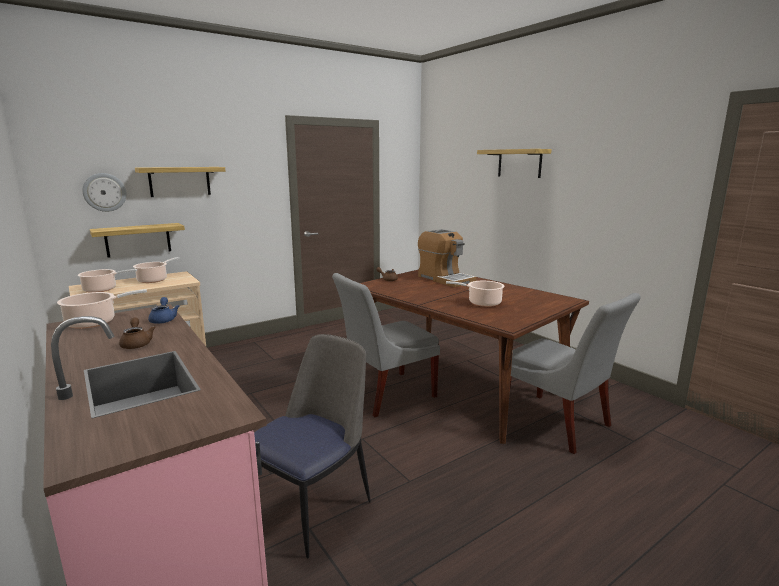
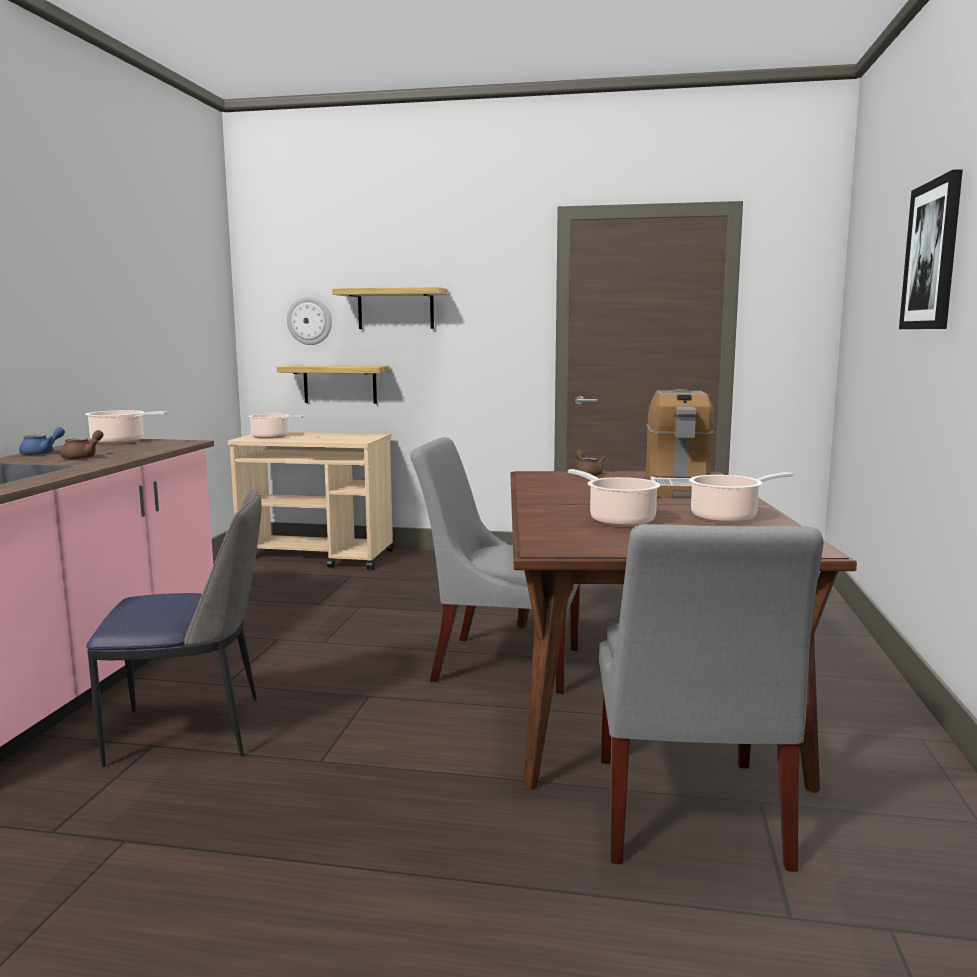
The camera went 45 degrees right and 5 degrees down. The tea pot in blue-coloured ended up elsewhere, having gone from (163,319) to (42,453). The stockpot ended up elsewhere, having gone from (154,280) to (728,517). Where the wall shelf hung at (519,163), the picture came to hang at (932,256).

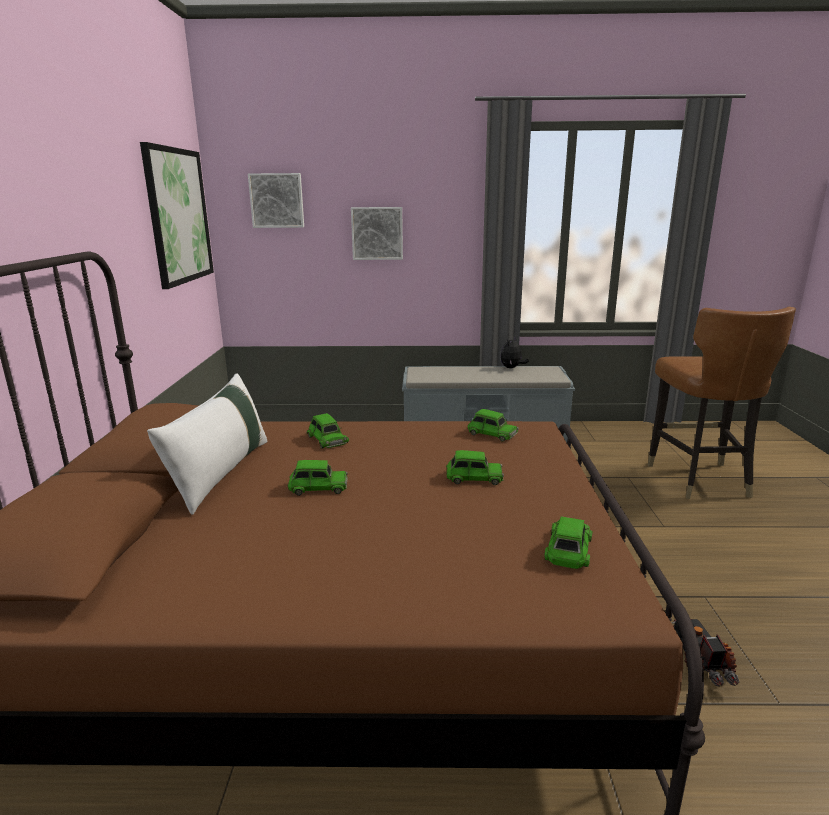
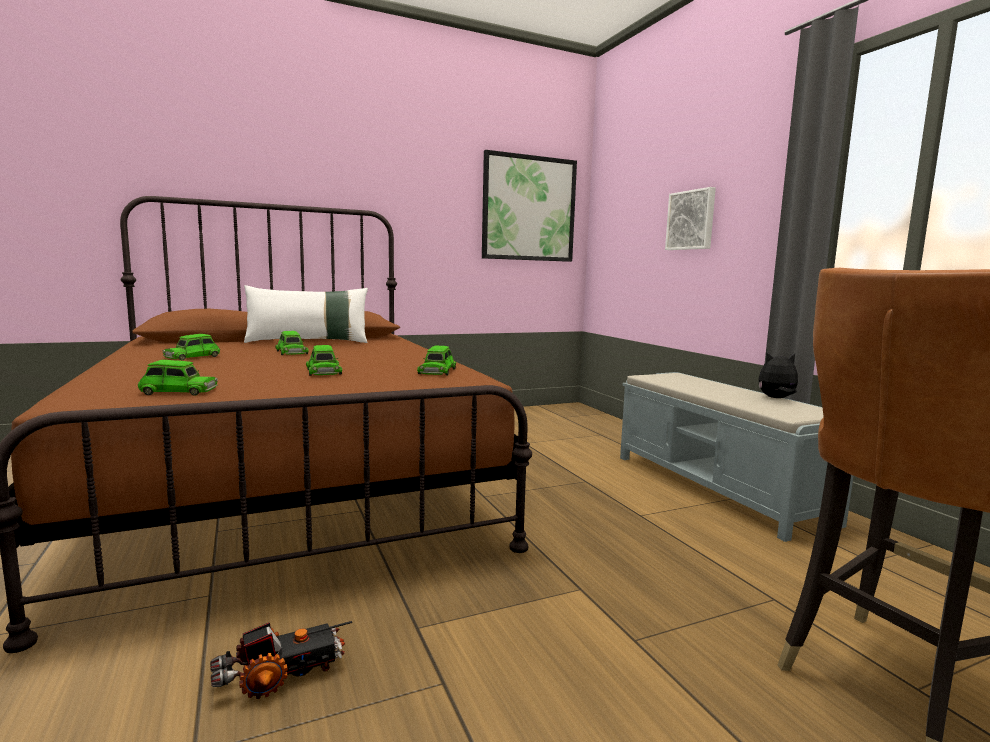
The camera went 65 degrees right and 10 degrees down. The toy car in greenish ended up elsewhere, having gone from (327,439) to (193,357). The second view lost the picture at (277,200).

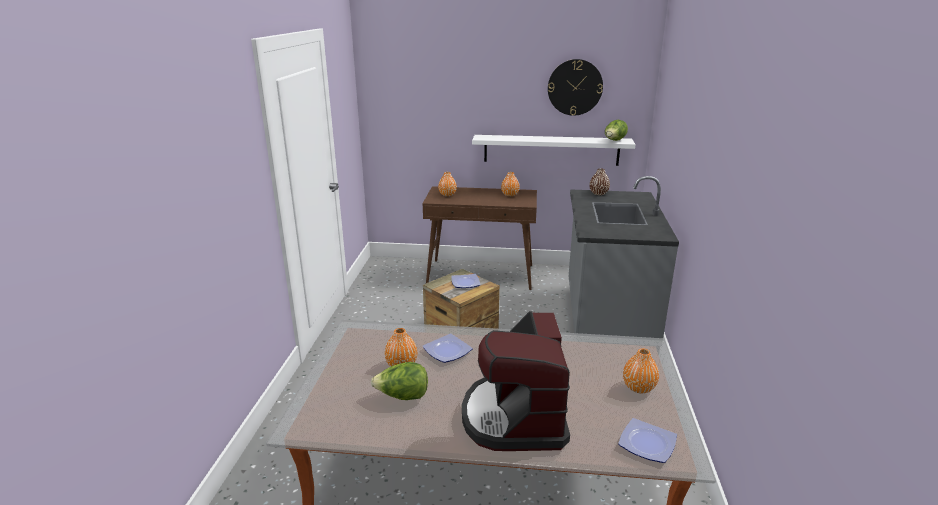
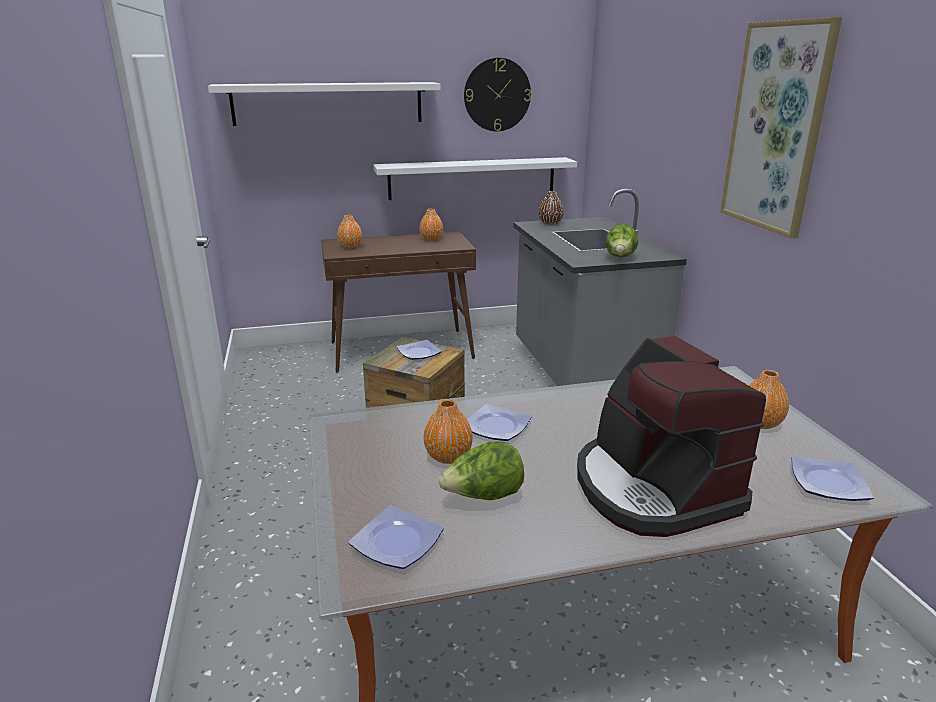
The camera went 20 degrees left and 0 degrees up. The second view gained the wall shelf in white at (328,103). The second view gained the flat dish at (395,542). The head of lettuce ended up elsewhere, having gone from (614,141) to (620,258). The second view gained the picture at (776,128).

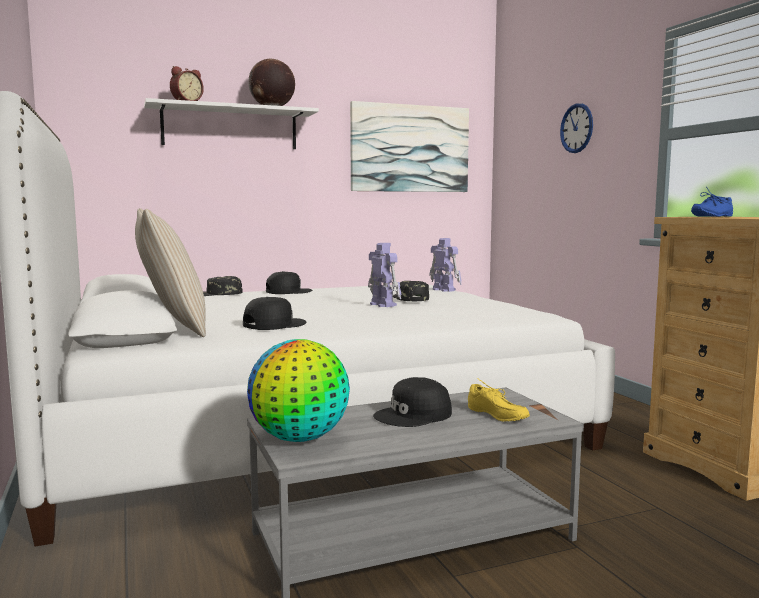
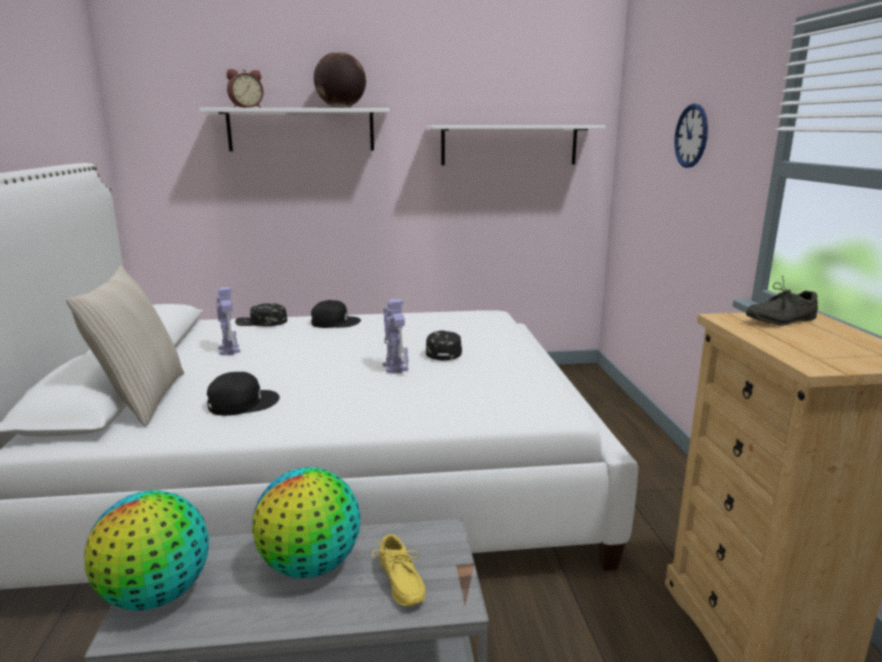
The camera went 15 degrees right and 10 degrees up. The toy robot ended up elsewhere, having gone from (443,290) to (229,349). Where the peaked cap in black-coloured stood at (414,415), the world globe came to stand at (311,565). Where the picture hung at (410,148), the wall shelf in white came to hang at (509,145). What was the low shoe in blue-coloured at (710,216) turned into the low shoe in gray at (778,319).

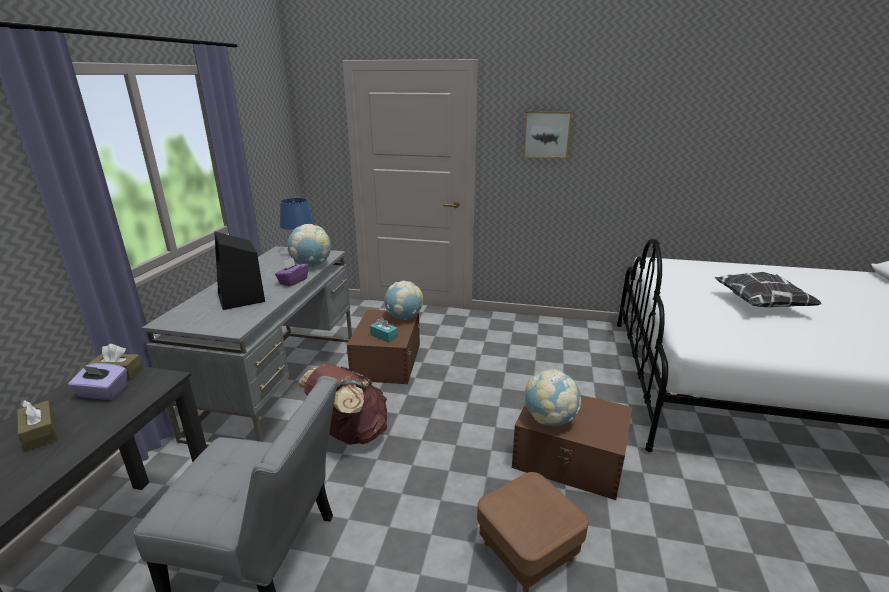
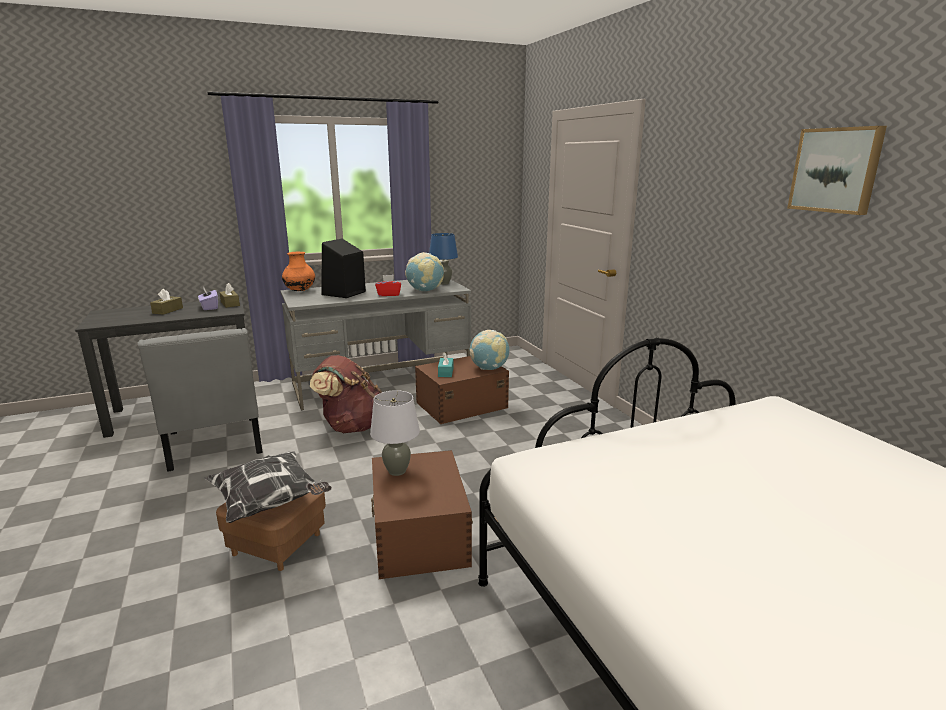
The camera went 55 degrees right and 5 degrees down. The throw pillow ended up elsewhere, having gone from (760,304) to (270,503). The second view gained the flower vase in orange at (300,291). Where the world globe stood at (550,419), the table lamp in gray came to stand at (396,471). What was the box of tissues in purplish at (293,281) turned into the box of tissues in red at (389,294). The picture ended up elsewhere, having gone from (546,134) to (836,170).

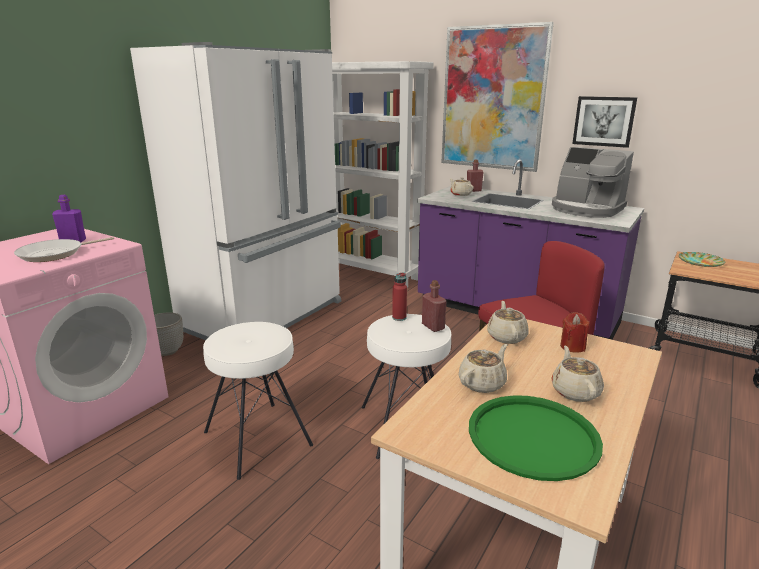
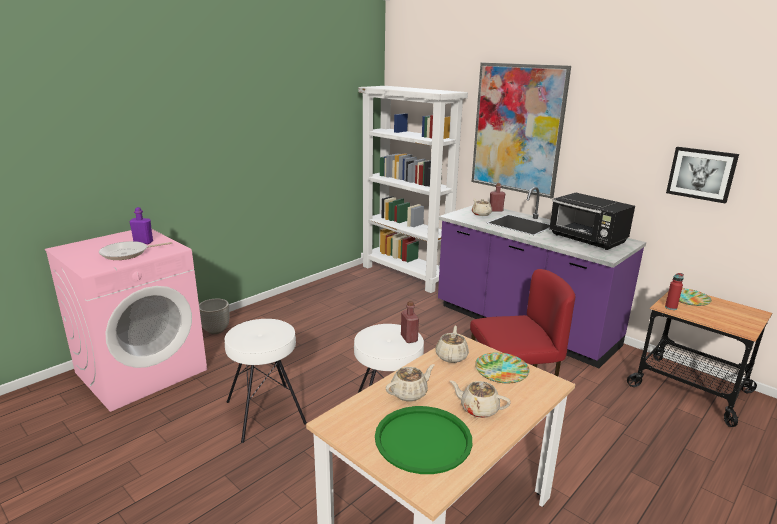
The camera went 10 degrees right and 0 degrees up. The tea pot in beige-coloured at (575,391) ended up facing another way, 75 degrees counterclockwise from before. Where the wax candle in red stood at (572,347), the flat dish came to stand at (501,371). Where the coffee machine stood at (586,209), the microwave oven in black-coloured came to stand at (587,240). The bottle in red ended up elsewhere, having gone from (399,318) to (670,307). The picture ended up elsewhere, having gone from (604,121) to (701,174). The second view lost the kitchen fridge in white at (266,316).

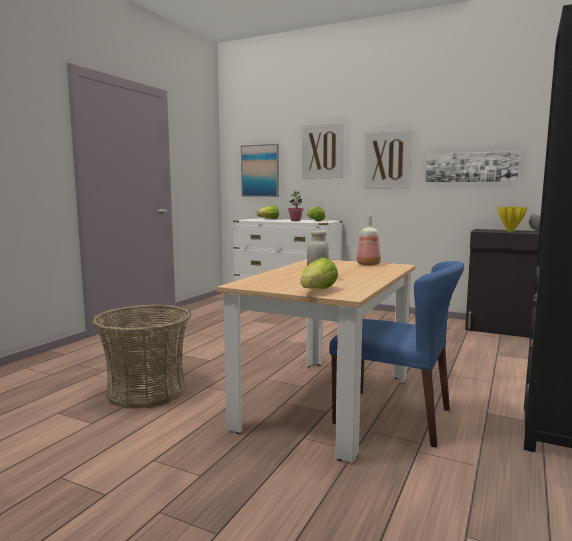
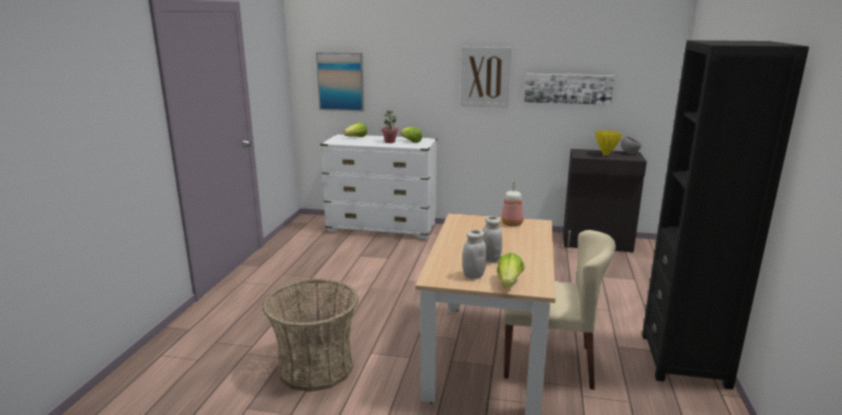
The camera went 15 degrees left and 10 degrees up. The second view gained the jar in white at (473,275). What was the plain chair in blue-coloured at (394,416) turned into the plain chair in beige-coloured at (549,362). The second view lost the picture at (322,151).

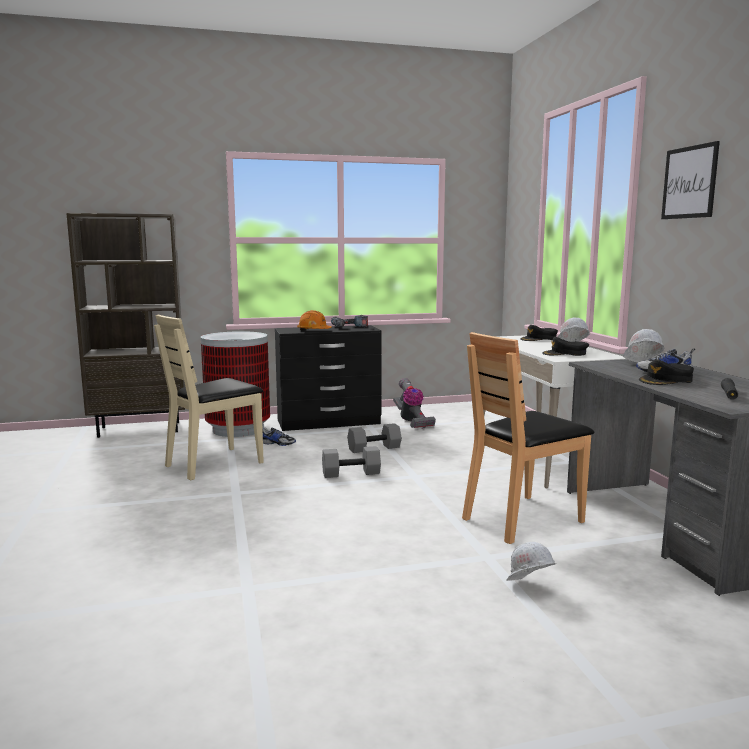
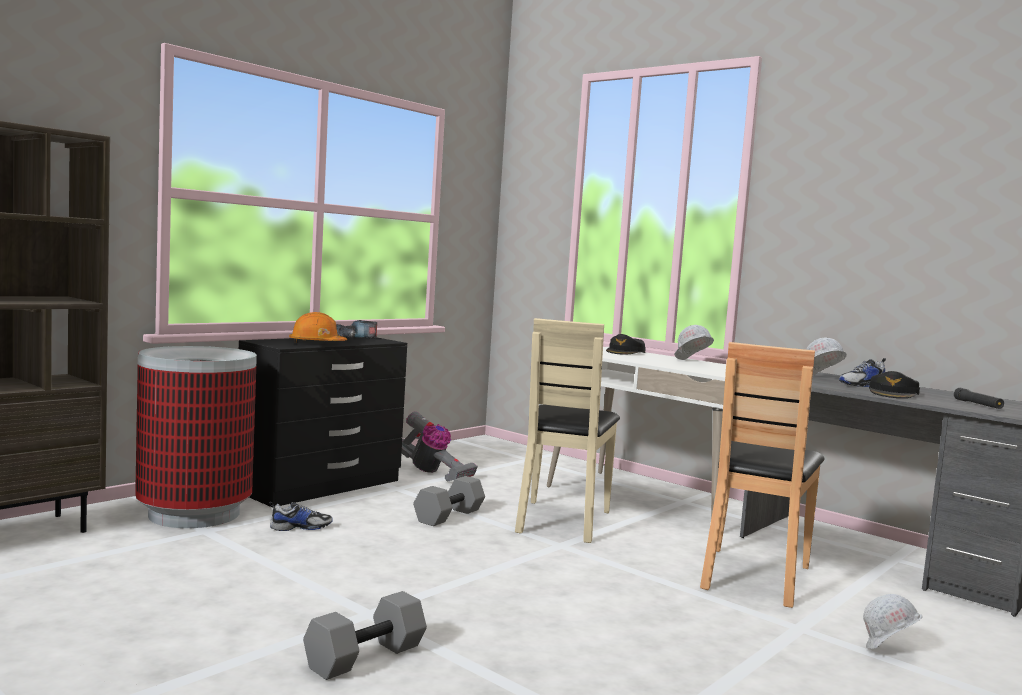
The camera went 35 degrees left and 5 degrees down. The free weight in gray ended up elsewhere, having gone from (351,473) to (365,656). The plain chair in beige-coloured ended up elsewhere, having gone from (215,463) to (562,521). The second view lost the peaked cap in black-coloured at (565,354). The second view lost the picture at (689,182).

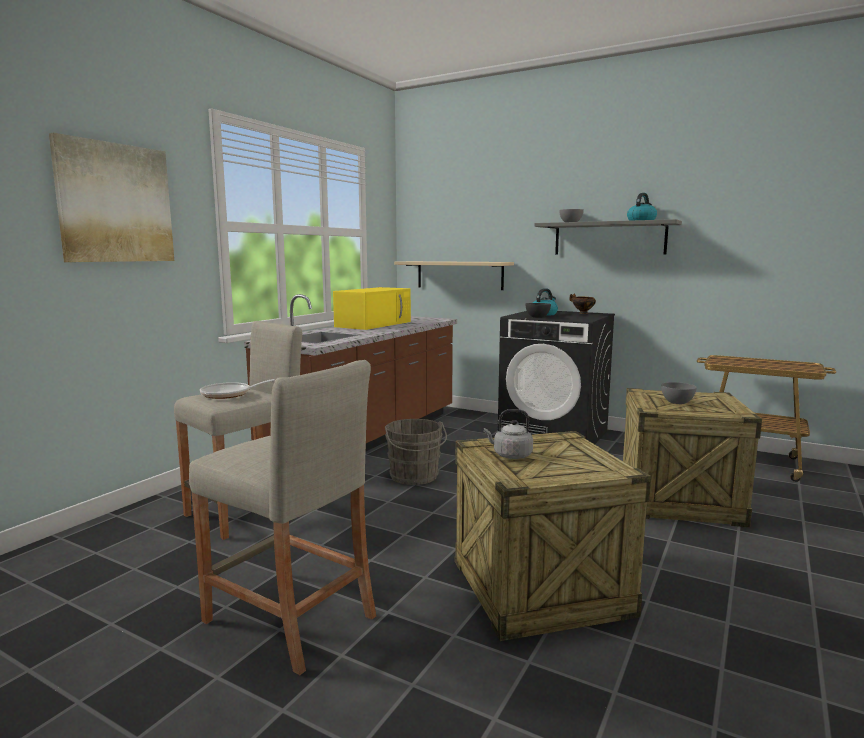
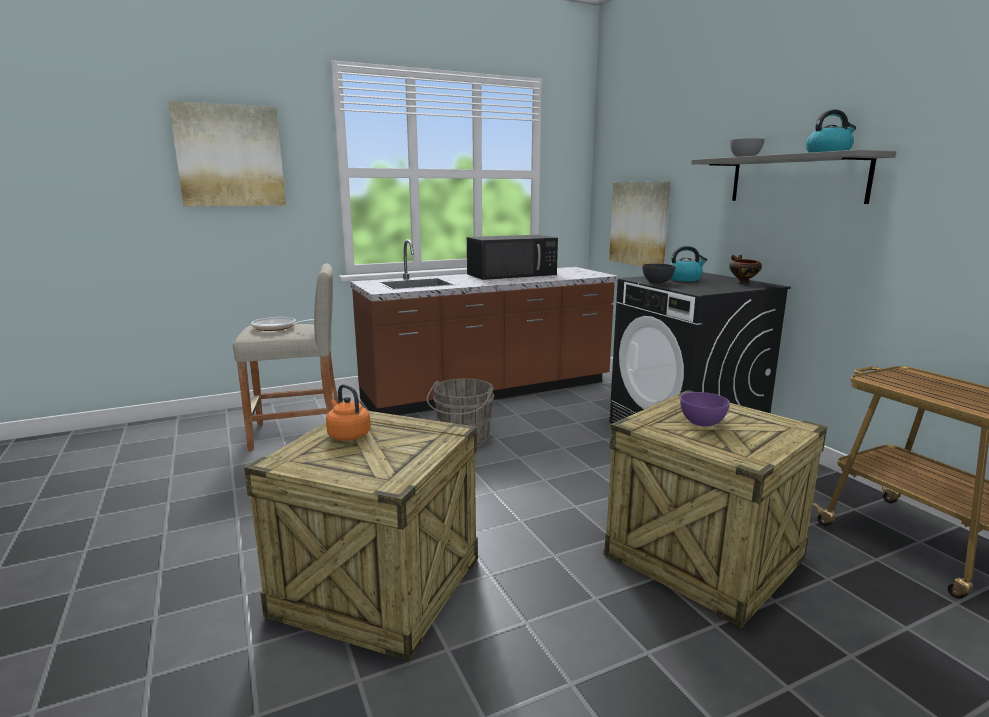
The camera went 35 degrees right and 5 degrees up. What was the tea kettle in gray at (510,455) turned into the tea kettle in orange at (347,435). What was the microwave oven in yellowish at (374,324) turned into the microwave oven in black-coloured at (512,274). Where the wall shelf in beige-coloured hung at (459,275), the picture came to hang at (639,223). What was the bowl in gray at (677,402) turned into the bowl in purplish at (702,423). The second view lost the sitting stool in beige-coloured at (289,618).

